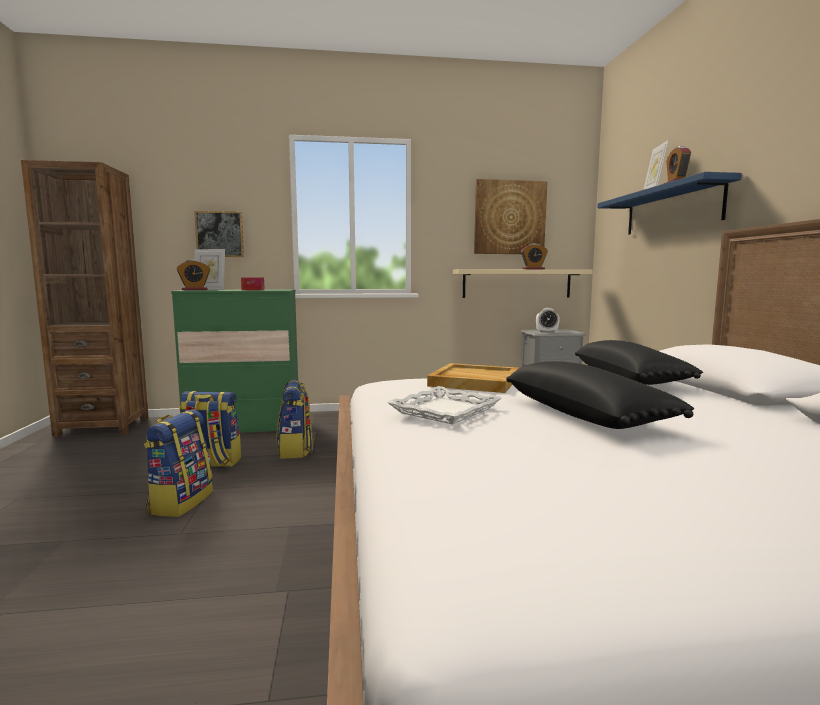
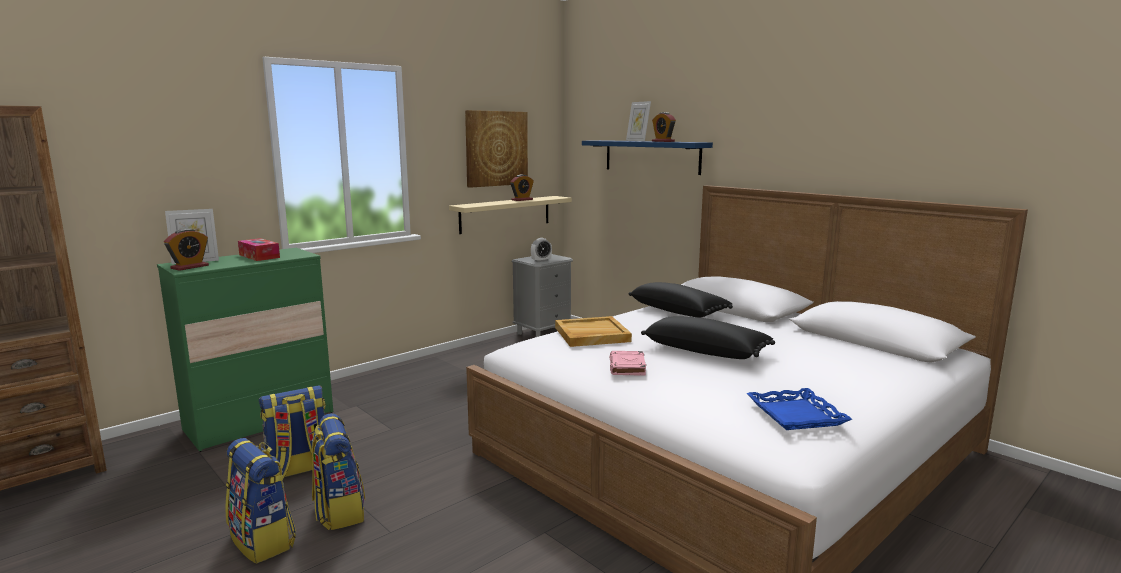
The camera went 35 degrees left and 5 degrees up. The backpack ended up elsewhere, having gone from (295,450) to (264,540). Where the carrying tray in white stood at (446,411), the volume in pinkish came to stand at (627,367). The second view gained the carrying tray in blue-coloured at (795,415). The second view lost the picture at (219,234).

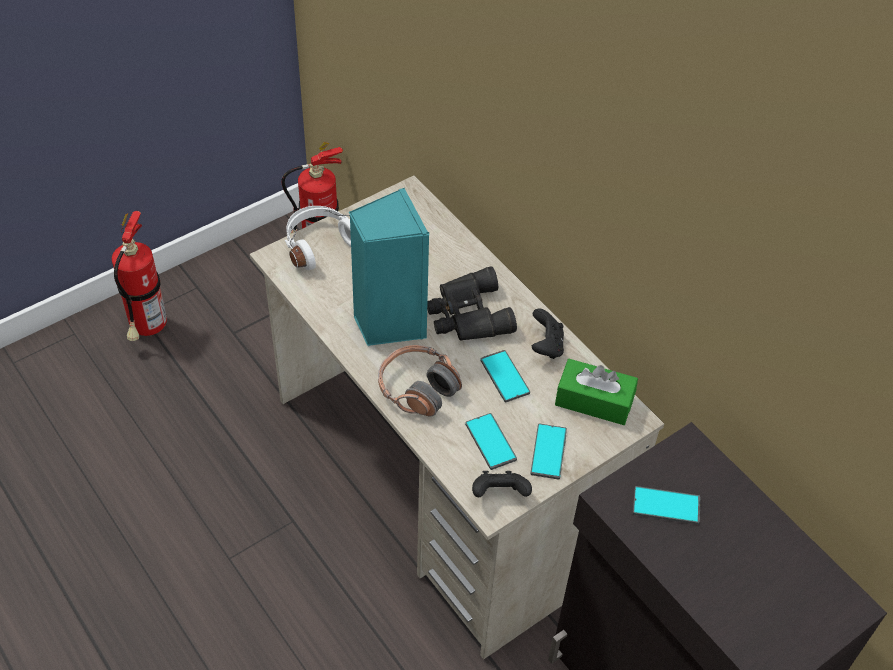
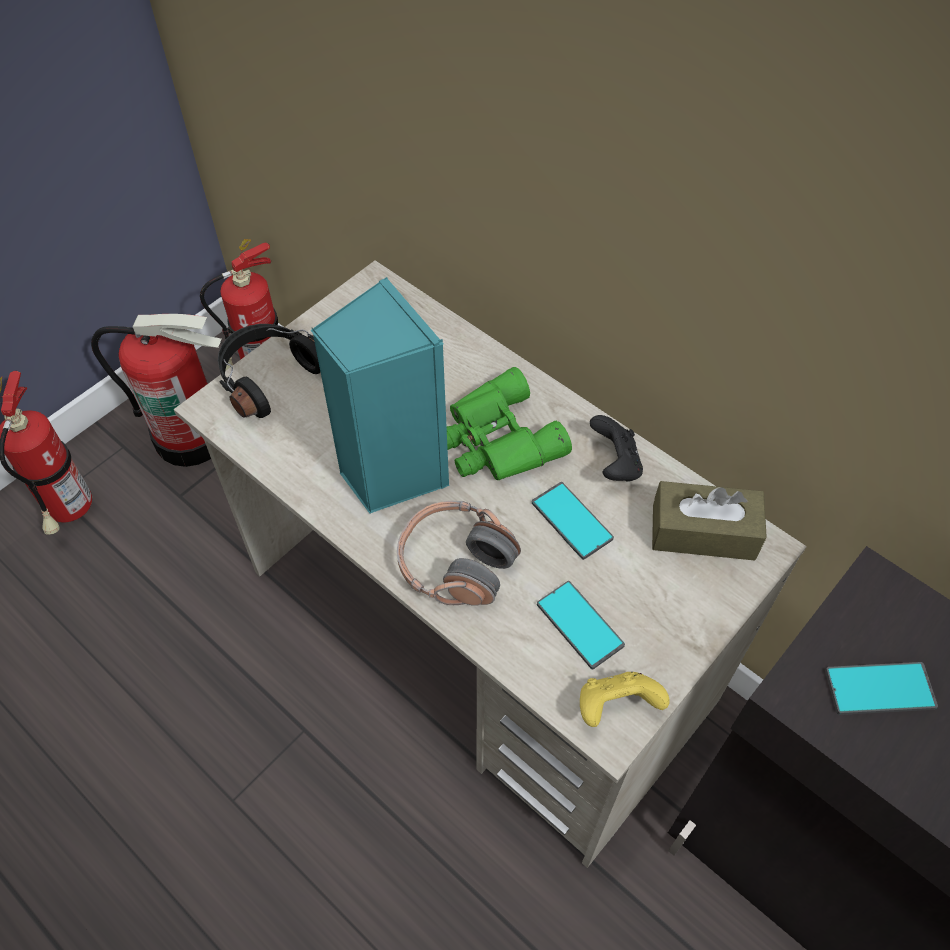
The camera went 10 degrees left and 5 degrees up. The second view gained the fire extinguisher at (192,436). What was the pair of headphones in white at (319,243) turned into the pair of headphones in black-coloured at (268,376). What was the field glasses in black-coloured at (467,315) turned into the field glasses in greenish at (496,441). What was the joypad in black-coloured at (499,494) turned into the joypad in yellowish at (615,706). What was the box of tissues in greenish at (594,401) turned into the box of tissues in brown at (703,532). The second view lost the telephone at (548,452).

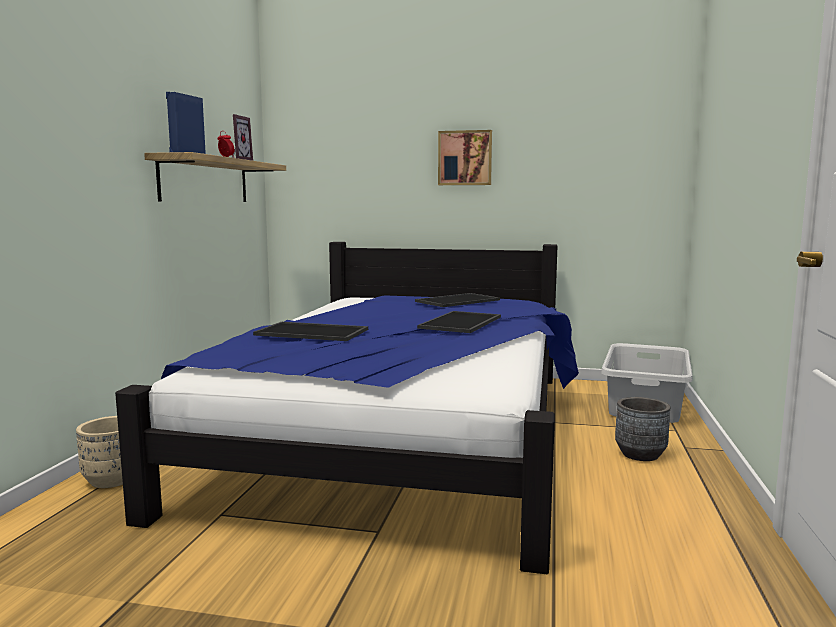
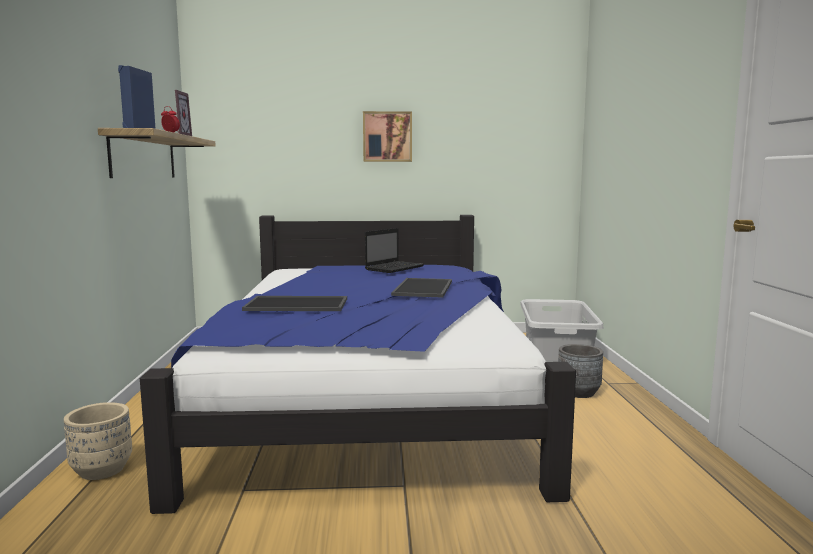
The camera went 15 degrees left and 0 degrees up. Where the carrying tray stood at (457,300), the notebook computer came to stand at (395,268).

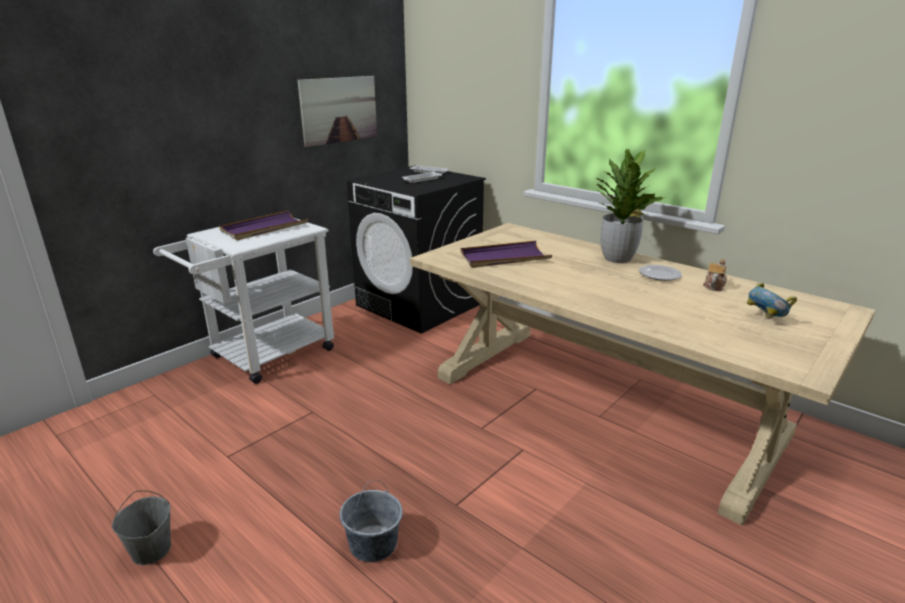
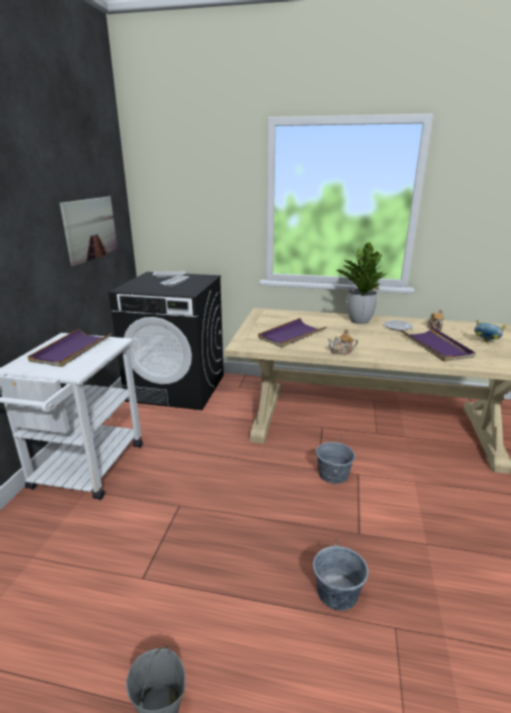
The camera went 30 degrees left and 0 degrees up. The second view gained the pail in gray at (333,474). The second view gained the tea pot at (341,352). The second view gained the carrying tray in purplish at (436,346).

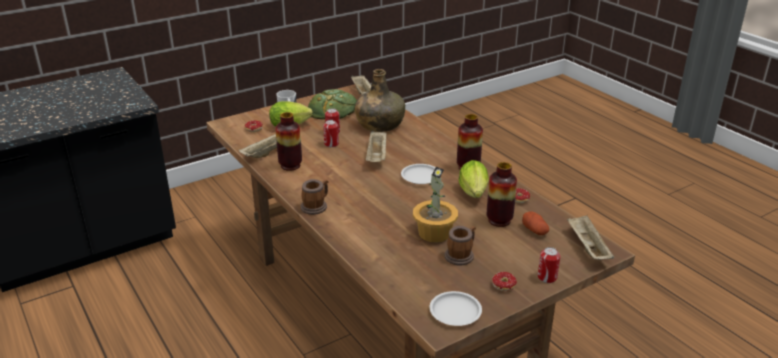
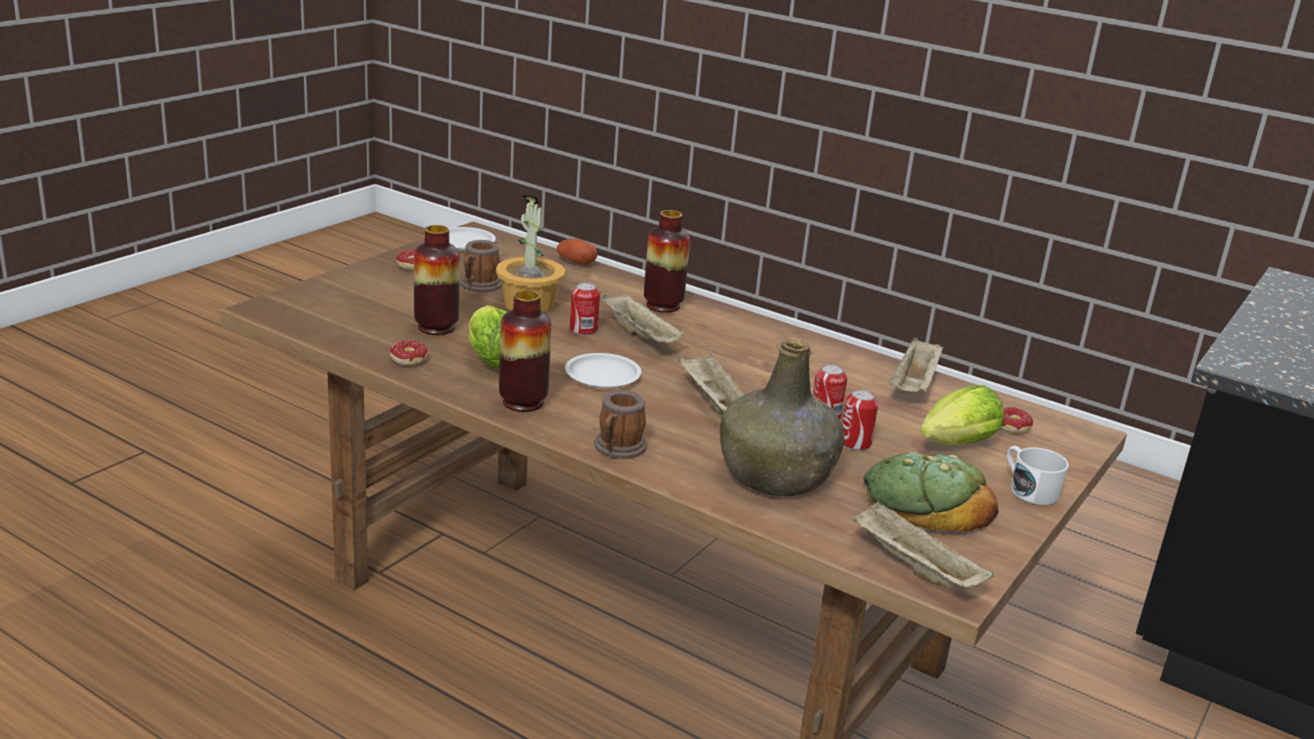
The camera went 155 degrees right and 5 degrees down. The whole potato ended up elsewhere, having gone from (534,230) to (576,262). The sealed can ended up elsewhere, having gone from (547,277) to (583,330). The coffee mug ended up elsewhere, having gone from (316,206) to (618,449). The carrying tray in beige-coloured ended up elsewhere, having gone from (587,247) to (642,337). The flower vase ended up elsewhere, having gone from (290,165) to (663,306).

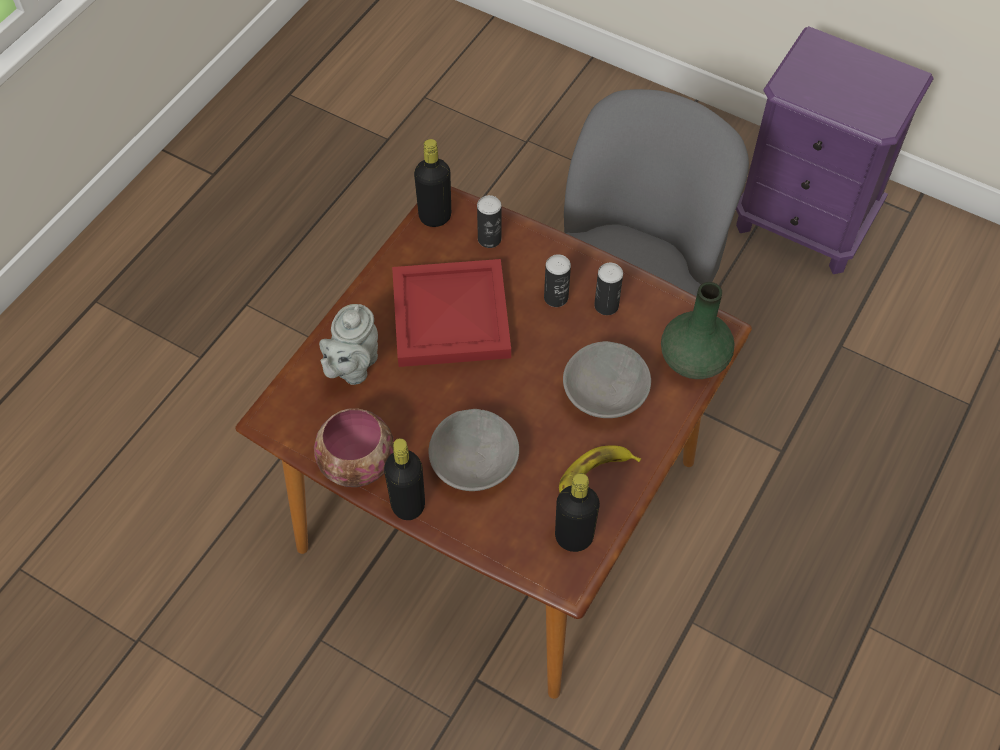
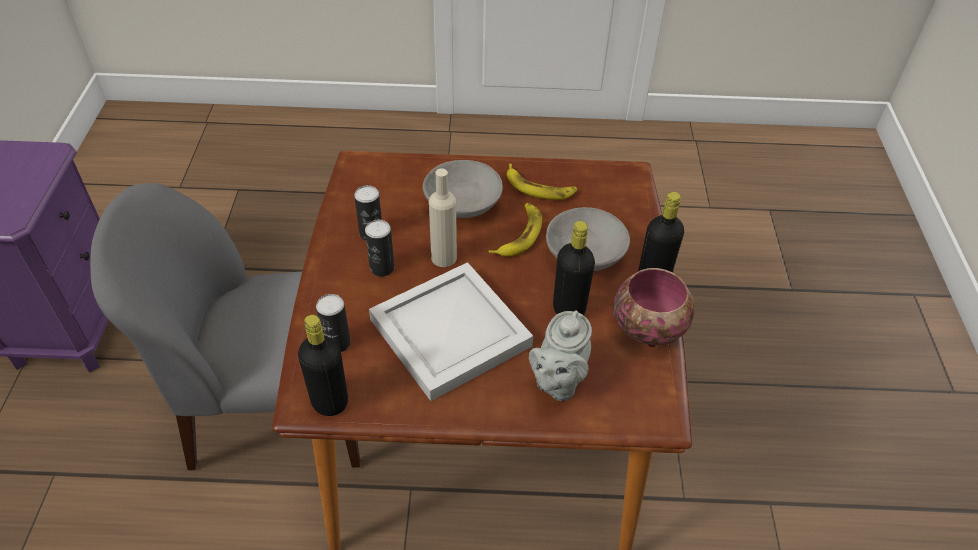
The camera went 120 degrees left and 10 degrees down. What was the carrying tray in red at (449,318) turned into the carrying tray in white at (453,333). The second view gained the bottle in beige-coloured at (444,257). The second view gained the banana fruit at (519,234). The tea pot in gray at (352,367) ended up facing another way, 120 degrees clockwise from before. The bottle in black-coloured ended up elsewhere, having gone from (574,537) to (569,309). The second view lost the flower vase in greenish at (693,360).

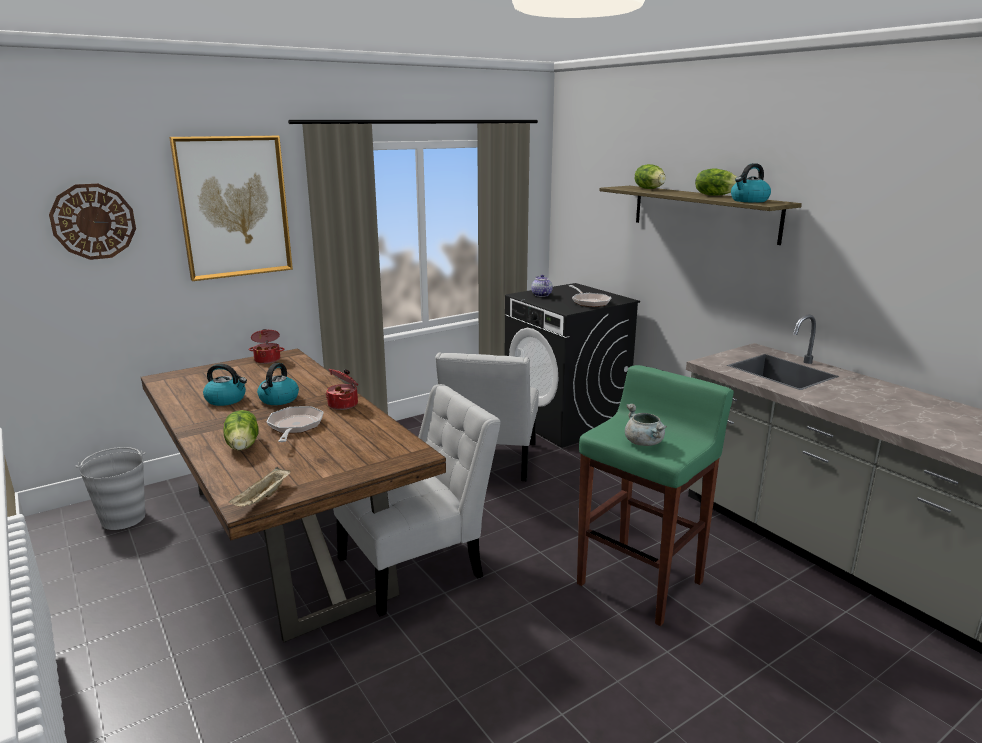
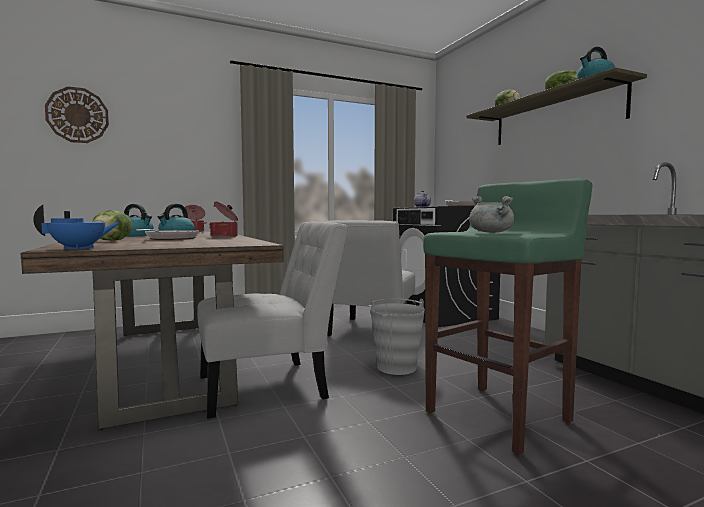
The camera went 10 degrees right and 15 degrees down. Where the carrying tray in beige-coloured stood at (263,499), the tea pot in blue-coloured came to stand at (79,248). The pail in gray ended up elsewhere, having gone from (123,518) to (396,367). The second view lost the picture at (234,207).

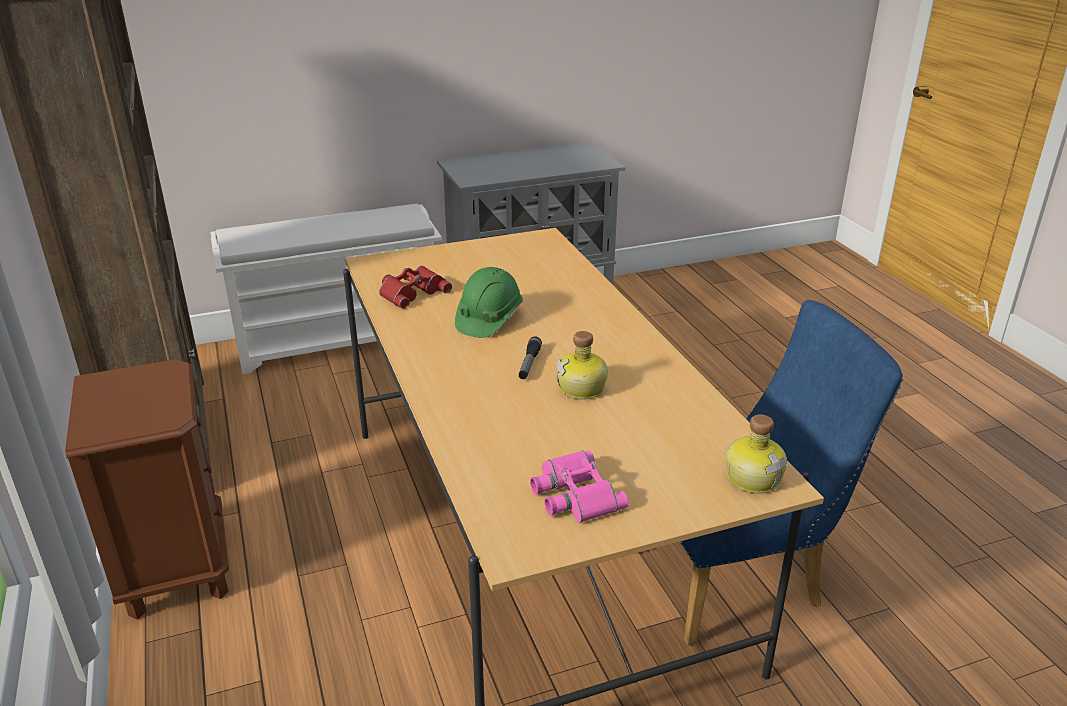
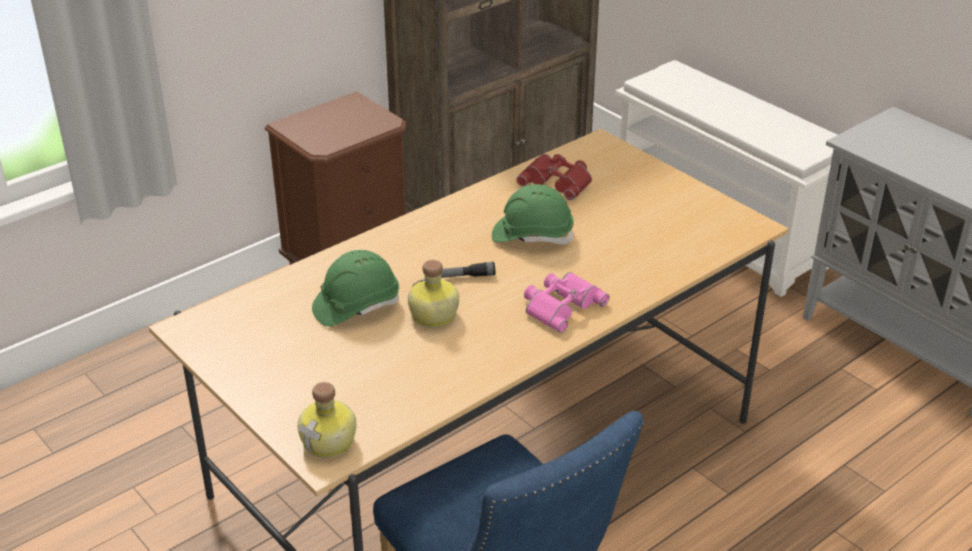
The camera went 70 degrees right and 5 degrees up. The second view gained the hard hat in greenish at (356,306). The field glasses in pinkish ended up elsewhere, having gone from (573,494) to (561,305).

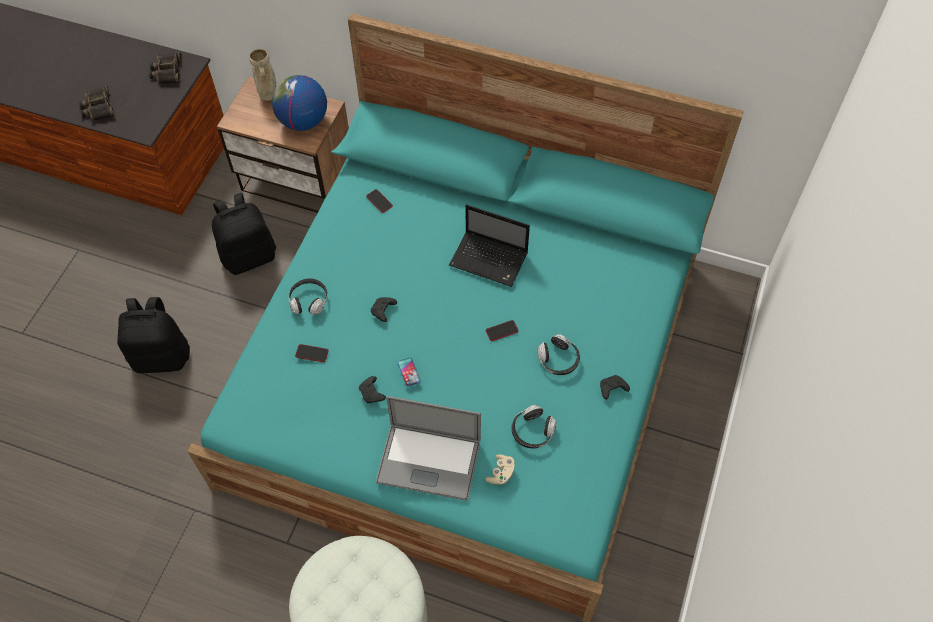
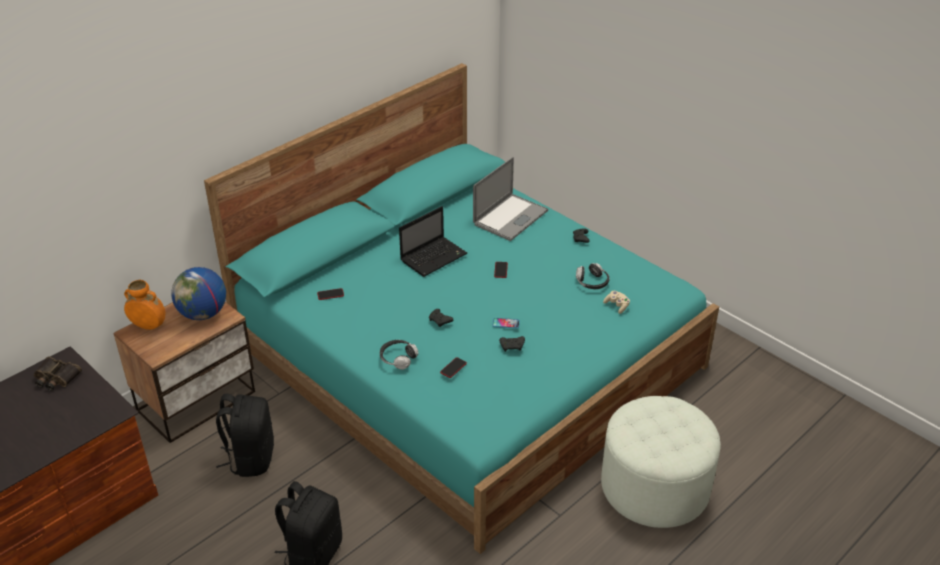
The camera went 65 degrees left and 20 degrees down. What was the flower vase in beige-coloured at (268,94) turned into the flower vase in orange at (149,326). The notebook computer ended up elsewhere, having gone from (428,461) to (510,217). The second view lost the field glasses at (98,108). The second view lost the pair of headphones at (558,360).

